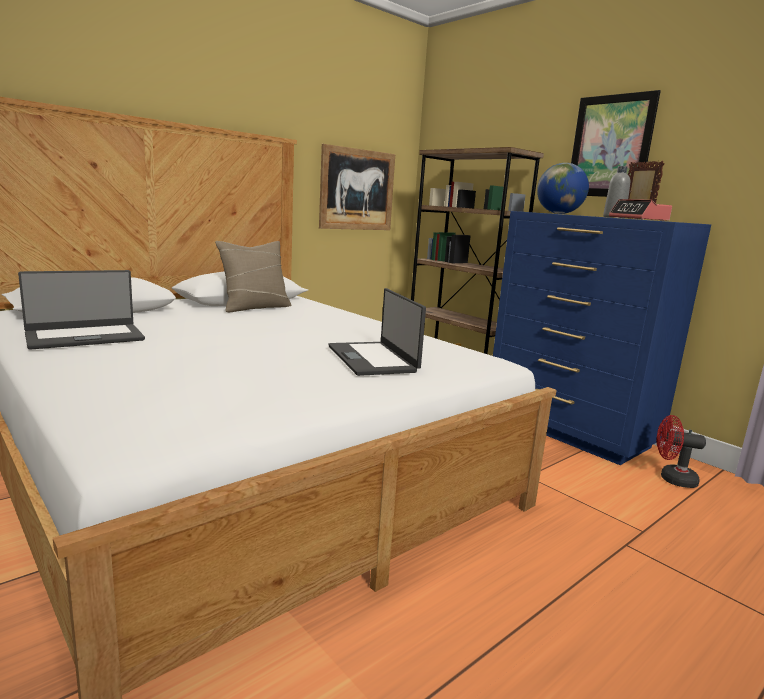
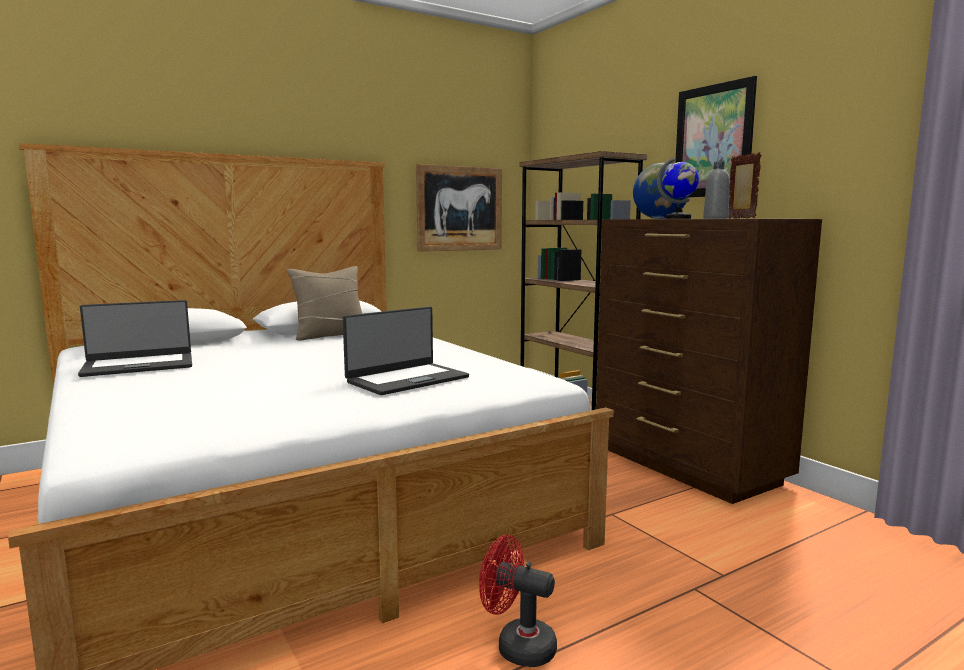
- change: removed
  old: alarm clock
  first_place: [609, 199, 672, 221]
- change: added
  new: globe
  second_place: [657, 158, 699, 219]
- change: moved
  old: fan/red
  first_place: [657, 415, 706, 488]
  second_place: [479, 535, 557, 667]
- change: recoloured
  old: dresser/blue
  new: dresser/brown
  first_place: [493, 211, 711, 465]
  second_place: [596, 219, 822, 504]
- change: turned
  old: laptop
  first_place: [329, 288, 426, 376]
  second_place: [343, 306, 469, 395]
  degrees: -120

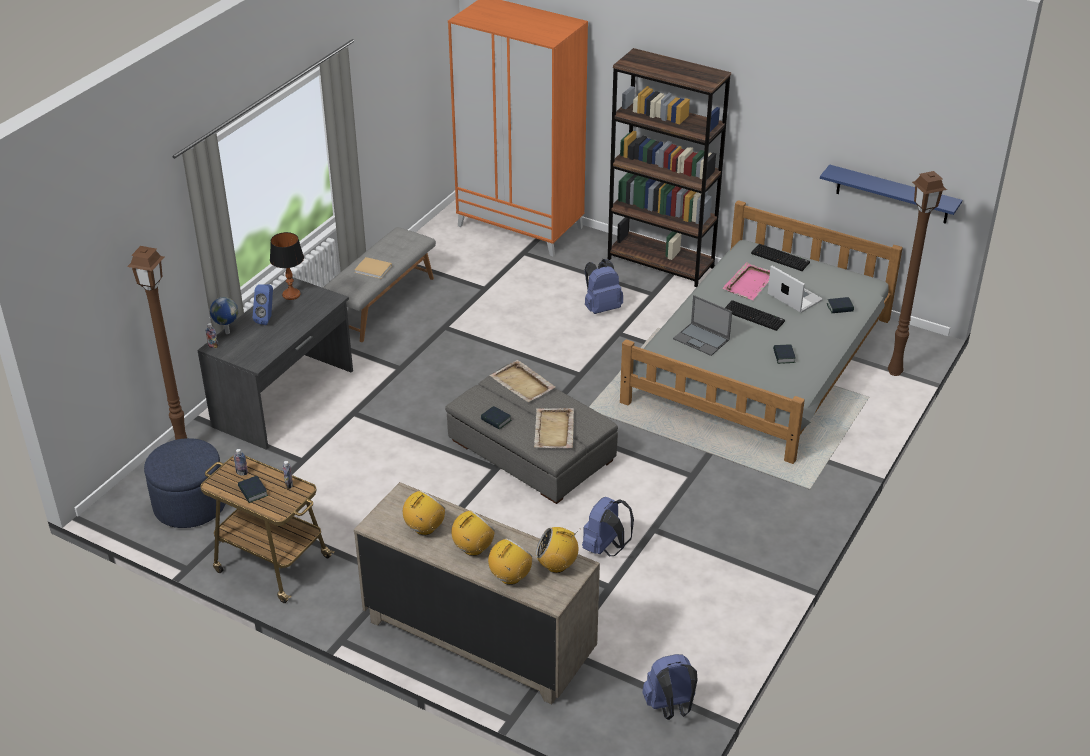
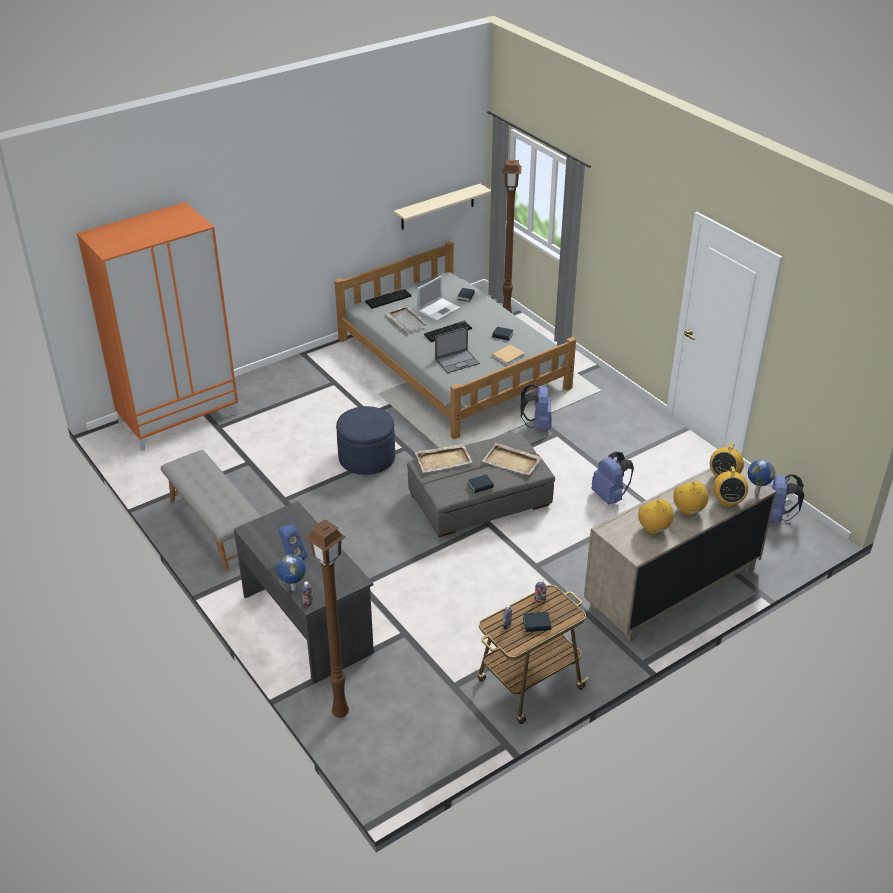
- change: removed
  old: table lamp
  first_place: [270, 232, 304, 300]
- change: removed
  old: bookcase/brown
  first_place: [608, 48, 731, 287]
- change: added
  new: globe
  second_place: [748, 460, 775, 494]
- change: moved
  old: ottoman/blue
  first_place: [144, 438, 225, 528]
  second_place: [336, 406, 395, 475]
- change: moved
  old: book/beige
  first_place: [354, 257, 392, 279]
  second_place: [492, 345, 525, 365]
- change: moved
  old: backpack/blue
  first_place: [585, 259, 623, 314]
  second_place: [520, 384, 552, 429]
- change: recoloured
  old: tray/pink
  new: tray/grey
  first_place: [722, 263, 770, 300]
  second_place: [385, 306, 431, 333]
- change: recoloured
  old: shelf/blue
  new: shelf/beige
  first_place: [820, 165, 962, 224]
  second_place: [394, 184, 491, 230]
- change: turned
  old: radio
  first_place: [488, 538, 532, 585]
  second_place: [713, 466, 748, 507]
  degrees: -150
- change: turned
  old: laptop
  first_place: [768, 266, 823, 313]
  second_place: [417, 276, 460, 321]
  degrees: 150

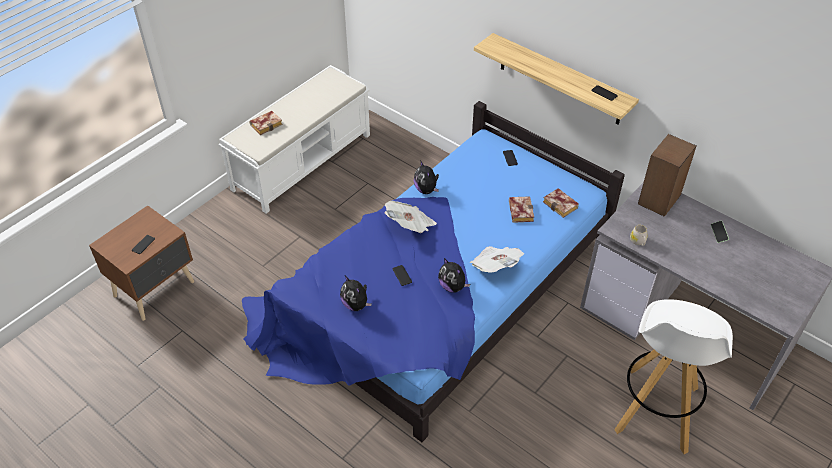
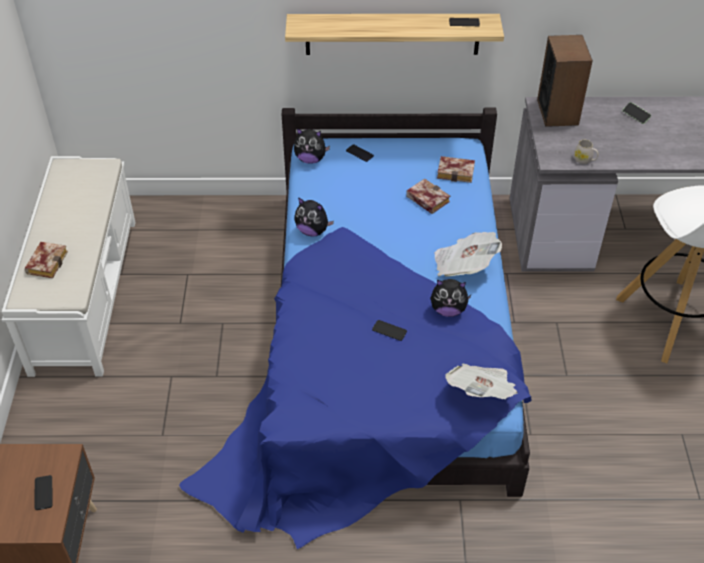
- change: moved
  old: plush toy
  first_place: [340, 276, 372, 311]
  second_place: [294, 128, 330, 164]
- change: moved
  old: newspaper
  first_place: [384, 200, 437, 233]
  second_place: [445, 364, 518, 399]

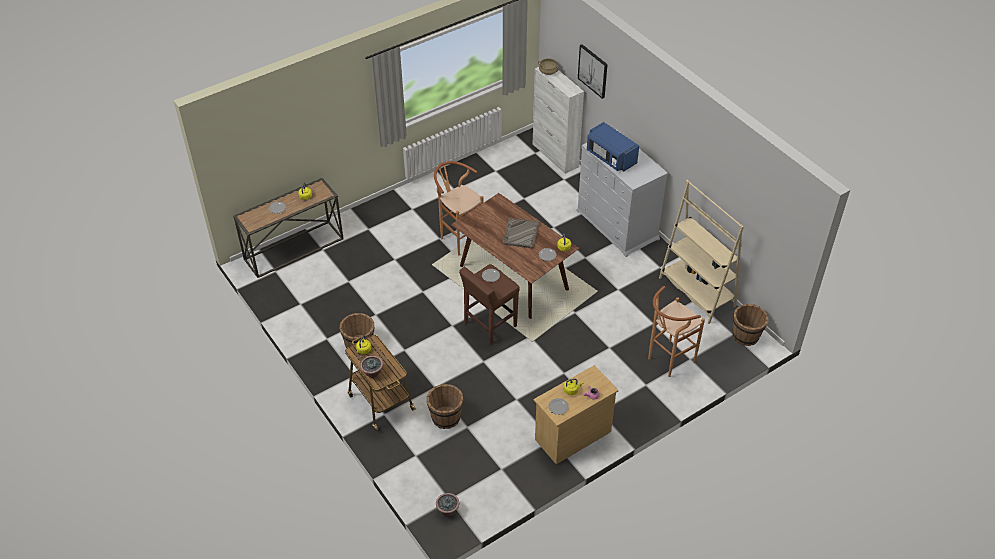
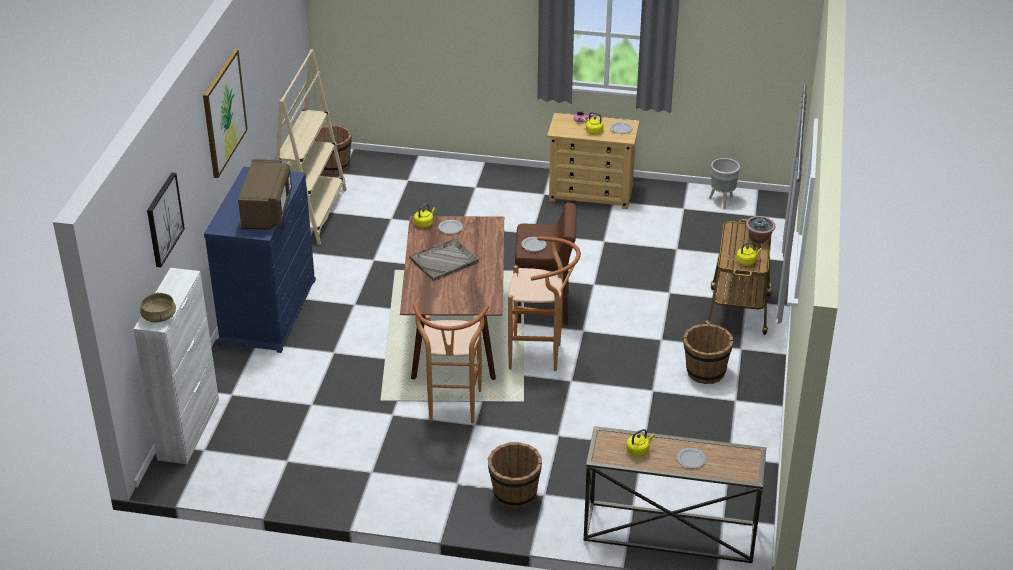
- change: removed
  old: potted plant
  first_place: [436, 493, 459, 516]
- change: added
  new: picture
  second_place: [203, 49, 248, 178]
- change: added
  new: planter/grey
  second_place: [709, 158, 740, 209]
- change: moved
  old: bucket/brown
  first_place: [427, 384, 463, 429]
  second_place: [488, 442, 542, 509]
- change: moved
  old: stool/brown
  first_place: [648, 286, 705, 377]
  second_place: [508, 236, 581, 371]
- change: recoloured
  old: dresser/white
  new: dresser/blue
  first_place: [576, 129, 668, 257]
  second_place: [204, 167, 316, 353]
- change: recoloured
  old: microwave/blue
  new: microwave/brown
  first_place: [587, 122, 639, 171]
  second_place: [238, 159, 292, 230]

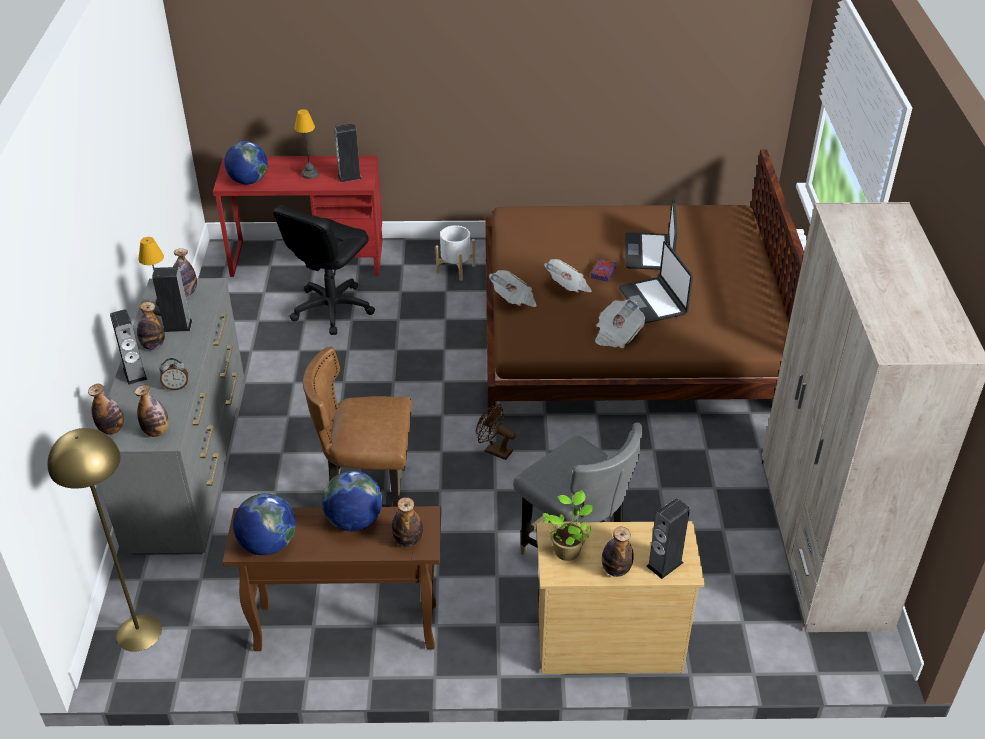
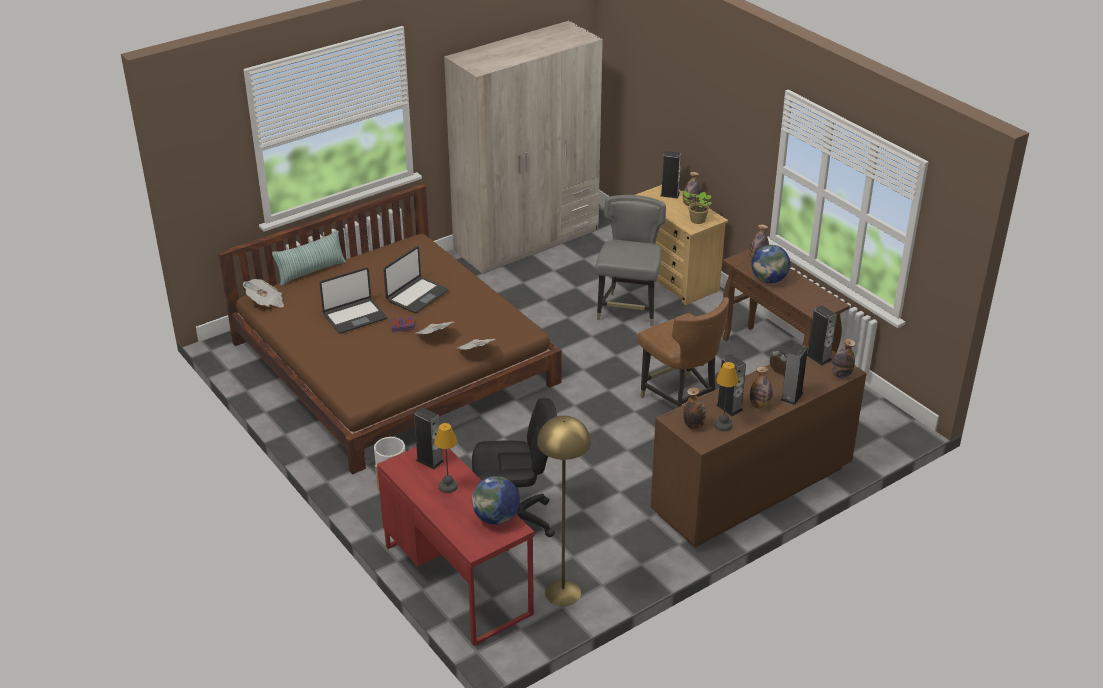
- change: removed
  old: globe
  first_place: [233, 493, 296, 555]
- change: removed
  old: fan/brown
  first_place: [476, 404, 516, 460]
- change: added
  new: pillow
  second_place: [272, 230, 346, 286]
- change: moved
  old: floor lamp/yellow
  first_place: [48, 428, 162, 652]
  second_place: [537, 415, 591, 606]
- change: moved
  old: newspaper
  first_place: [595, 299, 645, 348]
  second_place: [243, 279, 284, 308]
- change: replaced
  old: bottle
  new: speaker
  first_place: [135, 385, 169, 437]
  second_place: [807, 305, 837, 365]
- change: recoloured
  old: dresser/grey
  new: dresser/brown
  first_place: [97, 278, 244, 555]
  second_place: [651, 346, 867, 547]

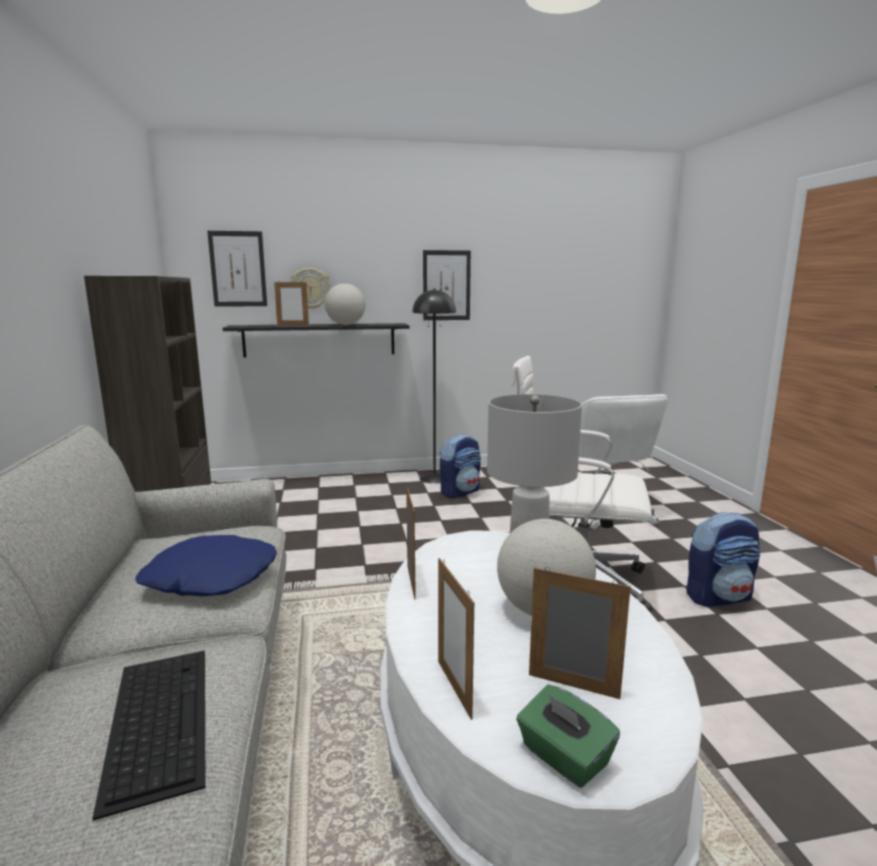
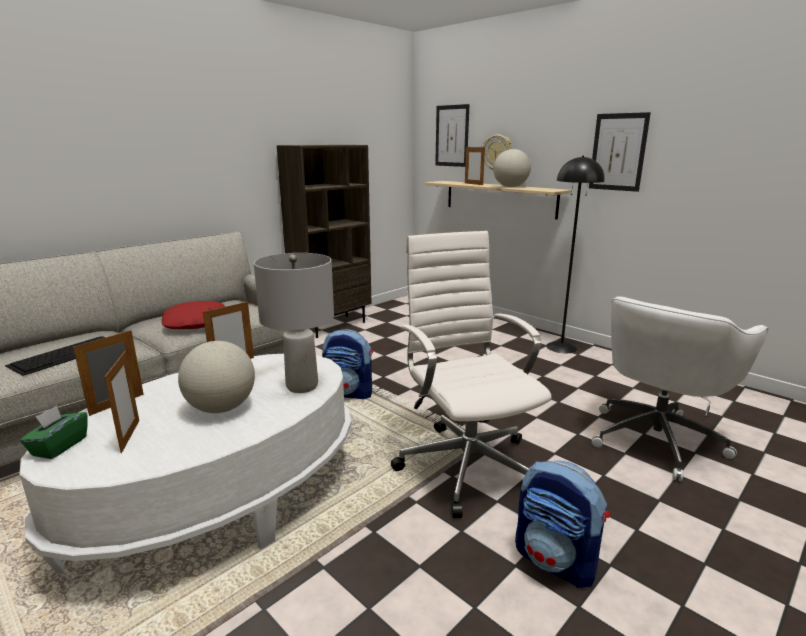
- change: moved
  old: backpack
  first_place: [440, 434, 481, 498]
  second_place: [322, 329, 373, 399]
- change: recoloured
  old: pillow/blue
  new: pillow/red
  first_place: [135, 535, 277, 597]
  second_place: [161, 301, 225, 329]
- change: recoloured
  old: shelf/black
  new: shelf/beige
  first_place: [223, 323, 409, 357]
  second_place: [425, 181, 571, 219]

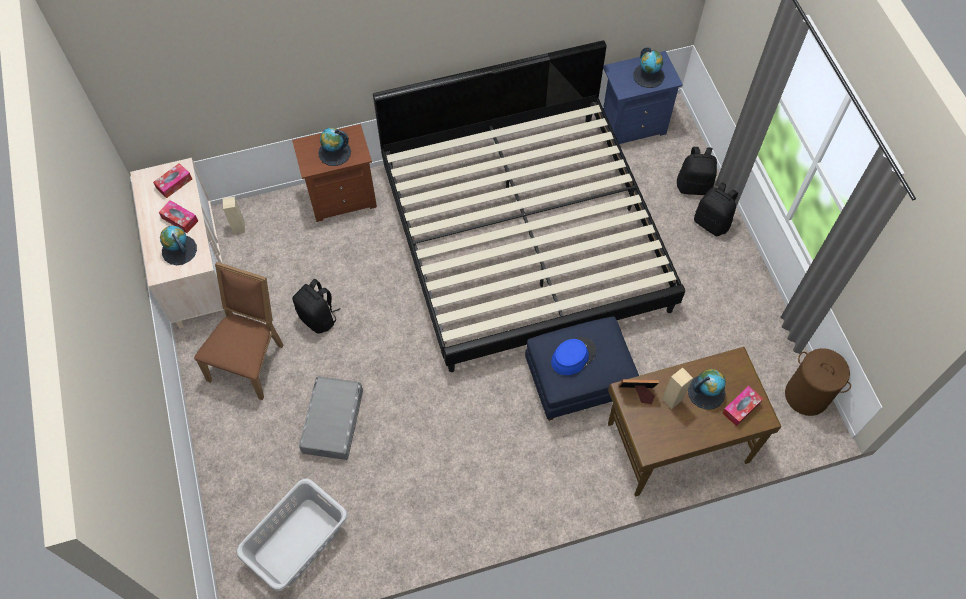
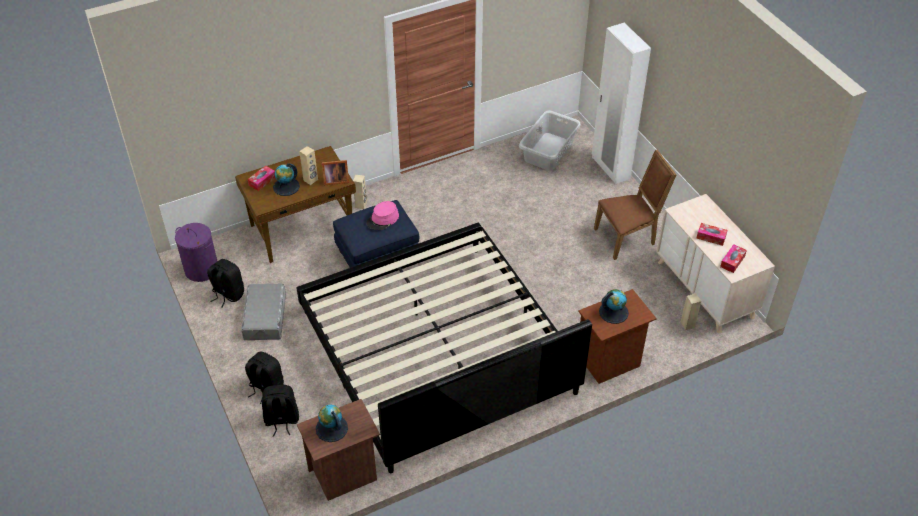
- change: removed
  old: globe
  first_place: [160, 226, 197, 265]
- change: added
  new: speaker/beige
  second_place: [353, 175, 367, 209]
- change: added
  new: wardrobe/white
  second_place: [592, 23, 651, 184]
- change: moved
  old: backpack/black
  first_place: [292, 279, 340, 334]
  second_place: [207, 259, 244, 308]
- change: moved
  old: storage box/grey
  first_place: [299, 376, 363, 460]
  second_place: [241, 284, 286, 340]
- change: recoloured
  old: hat/blue
  new: hat/pink
  first_place: [551, 337, 596, 375]
  second_place: [366, 201, 399, 230]
- change: recoloured
  old: nightstand/blue
  new: nightstand/brown
  first_place: [603, 51, 683, 144]
  second_place: [297, 399, 380, 501]
- change: recoloured
  old: laundry basket/brown
  new: laundry basket/purple
  first_place: [785, 348, 851, 416]
  second_place: [175, 223, 217, 282]
- change: turned
  old: chair/brown
  first_place: [194, 262, 283, 400]
  second_place: [594, 149, 676, 260]
  degrees: -120

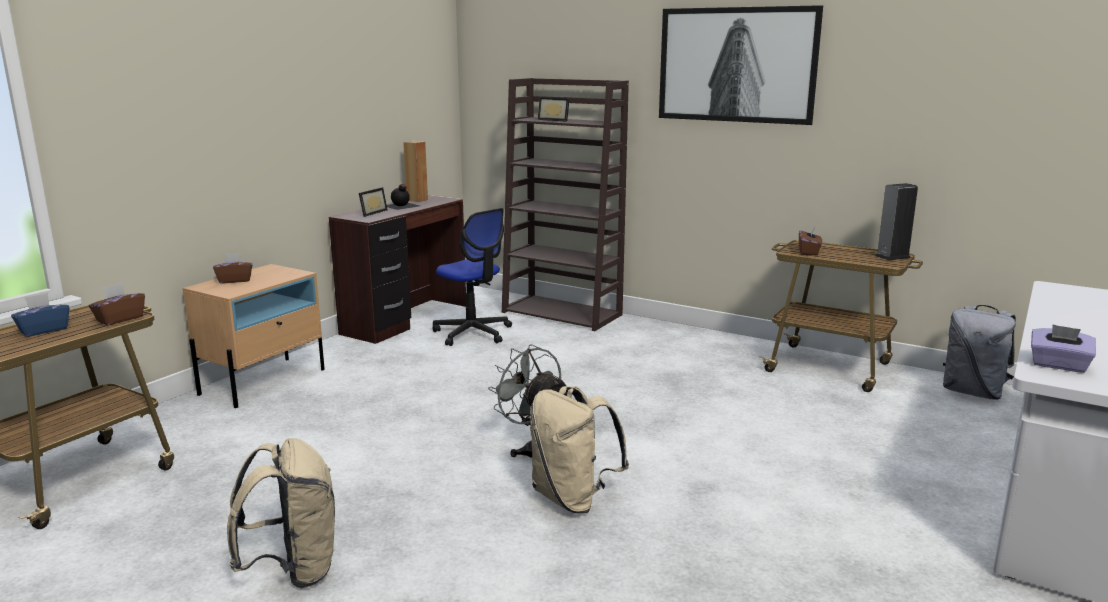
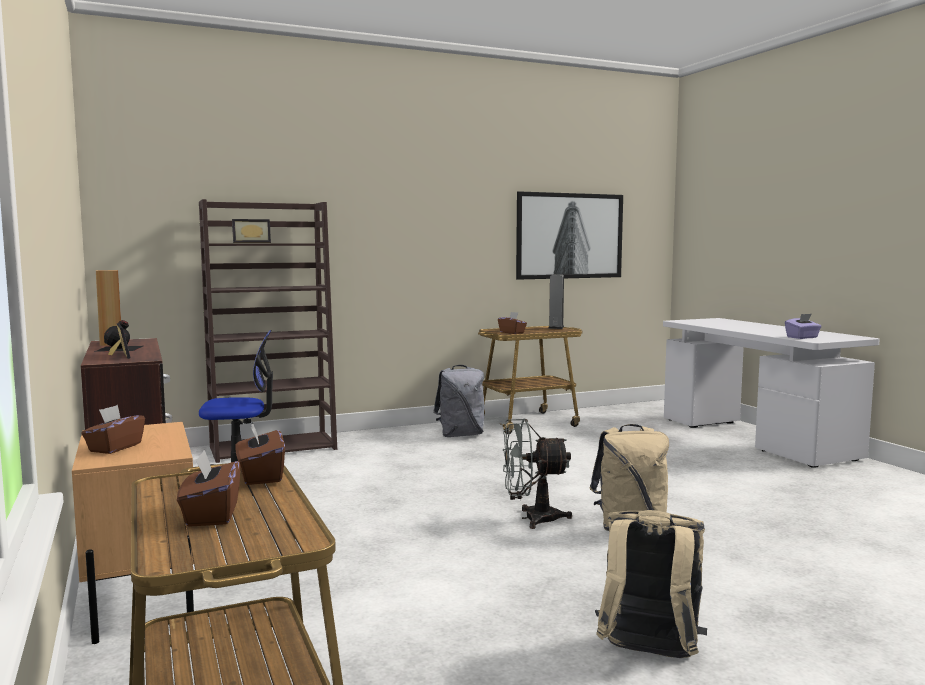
- change: moved
  old: picture
  first_place: [659, 5, 823, 125]
  second_place: [516, 191, 623, 280]
- change: moved
  old: backpack/grey
  first_place: [943, 305, 1016, 400]
  second_place: [433, 365, 484, 437]
- change: recoloured
  old: tissue box/blue
  new: tissue box/brown
  first_place: [11, 293, 69, 337]
  second_place: [177, 450, 241, 527]

